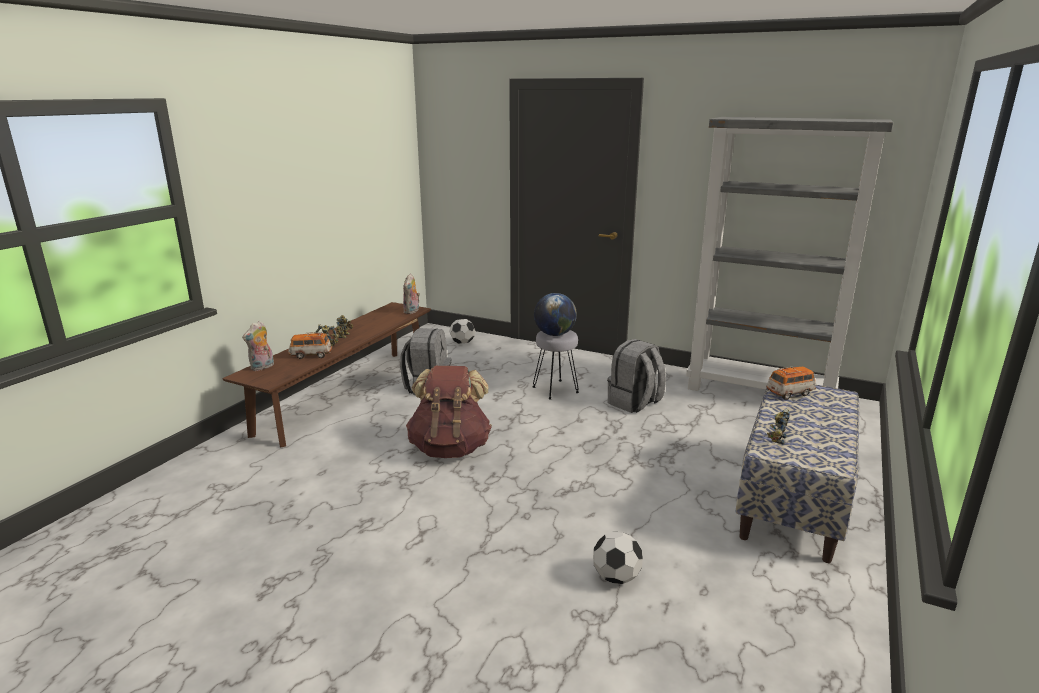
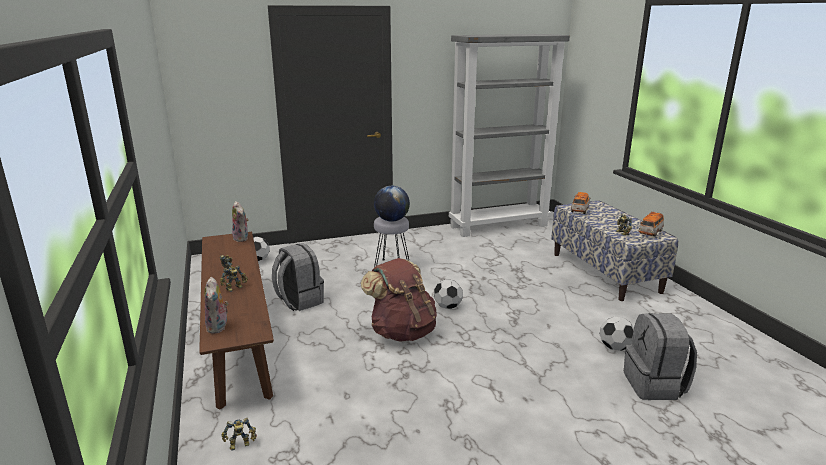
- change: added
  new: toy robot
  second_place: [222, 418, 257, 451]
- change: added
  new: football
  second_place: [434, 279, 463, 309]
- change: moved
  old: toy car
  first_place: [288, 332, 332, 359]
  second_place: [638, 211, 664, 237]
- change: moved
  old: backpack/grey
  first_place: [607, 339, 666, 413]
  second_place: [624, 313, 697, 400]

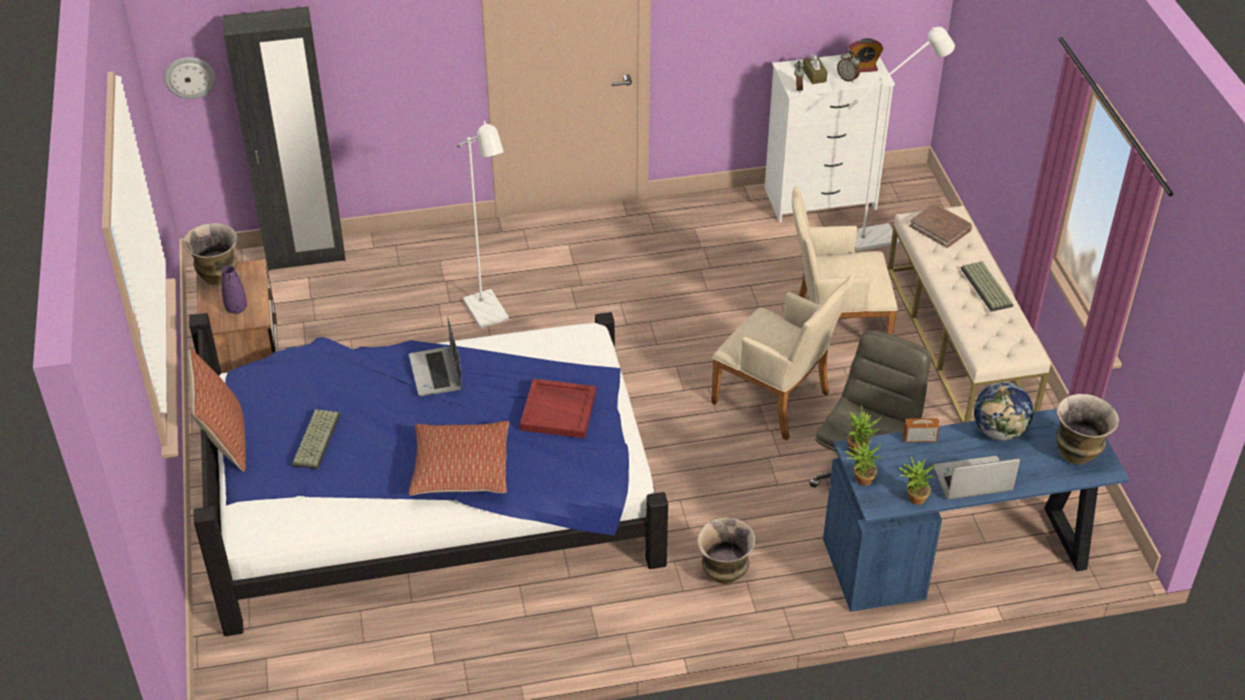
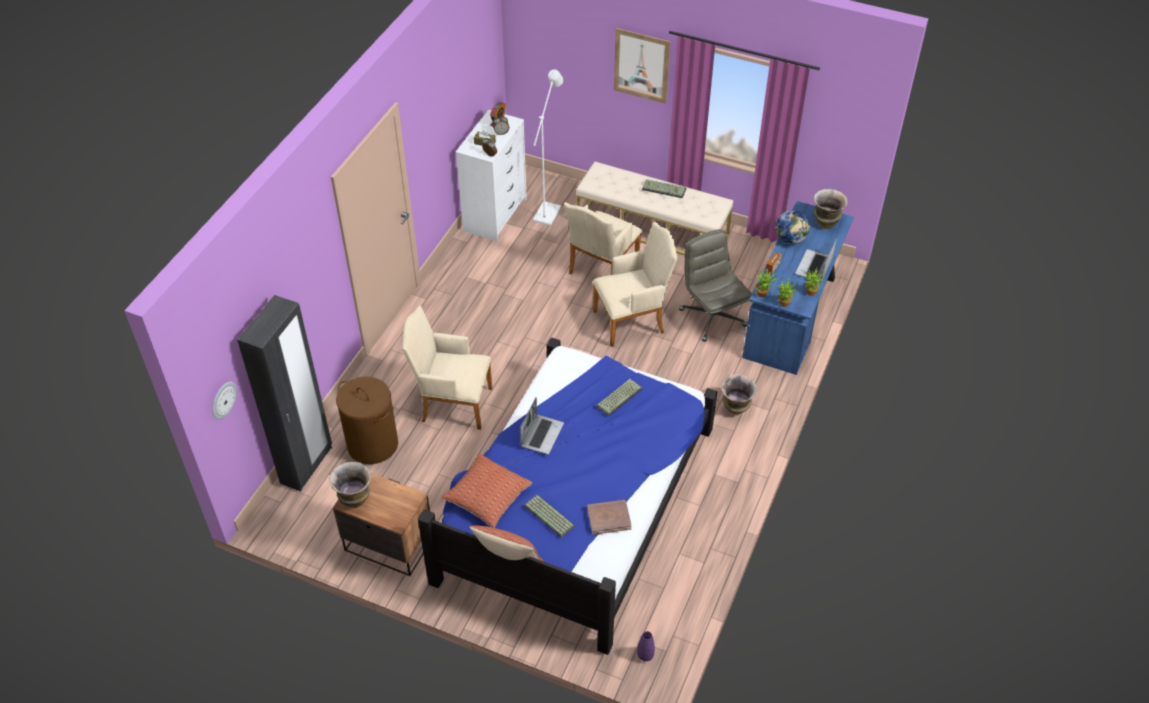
- change: added
  new: laundry basket/brown
  second_place: [336, 376, 398, 464]
- change: added
  new: picture
  second_place: [614, 28, 671, 104]
- change: moved
  old: vase/purple
  first_place: [222, 266, 247, 314]
  second_place: [637, 631, 655, 661]
- change: moved
  old: pillow
  first_place: [409, 421, 509, 495]
  second_place: [441, 453, 532, 528]
- change: moved
  old: book/brown
  first_place: [909, 203, 972, 248]
  second_place: [587, 500, 632, 535]
- change: replaced
  old: floor lamp/white
  new: armchair/beige
  first_place: [457, 121, 509, 329]
  second_place: [402, 306, 492, 430]
- change: replaced
  old: tray/red
  new: keyboard
  first_place: [520, 379, 596, 438]
  second_place: [596, 379, 643, 416]
- change: turned
  old: laptop
  first_place: [409, 317, 462, 396]
  second_place: [520, 397, 564, 455]
  degrees: -90

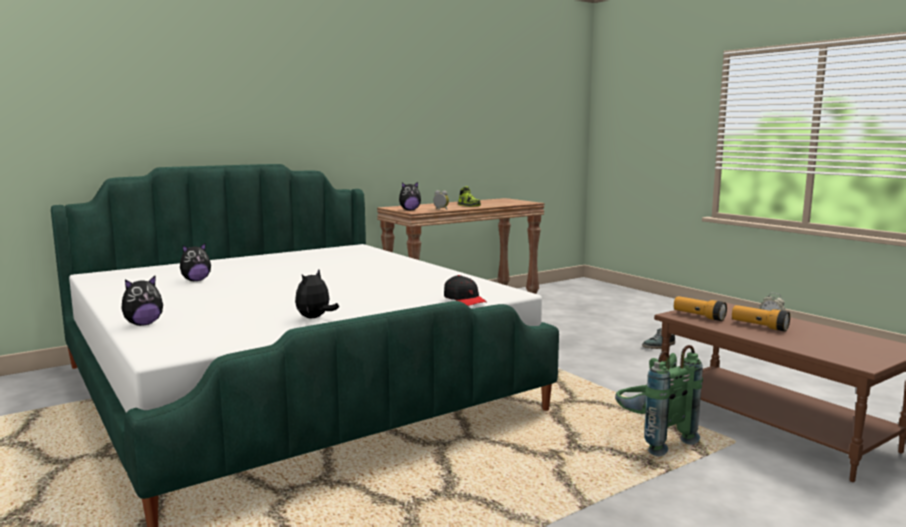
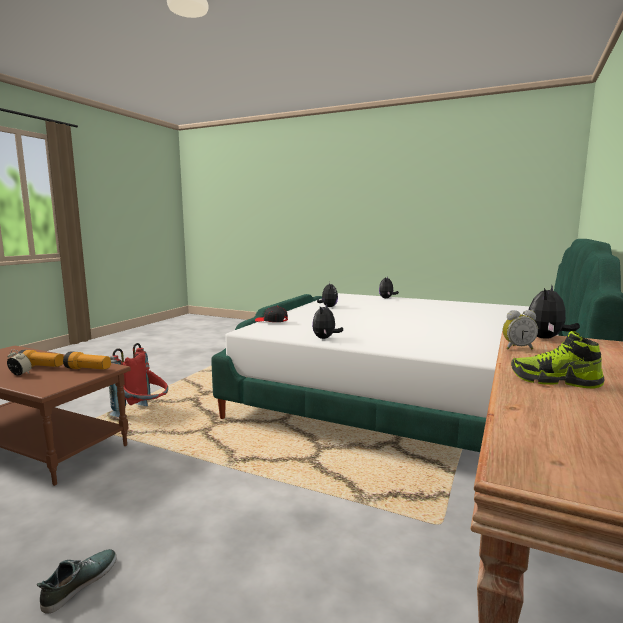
- change: moved
  old: plush toy
  first_place: [180, 243, 211, 281]
  second_place: [312, 303, 343, 339]
- change: recoloured
  old: backpack/green
  new: backpack/red
  first_place: [615, 345, 703, 456]
  second_place: [109, 343, 168, 417]

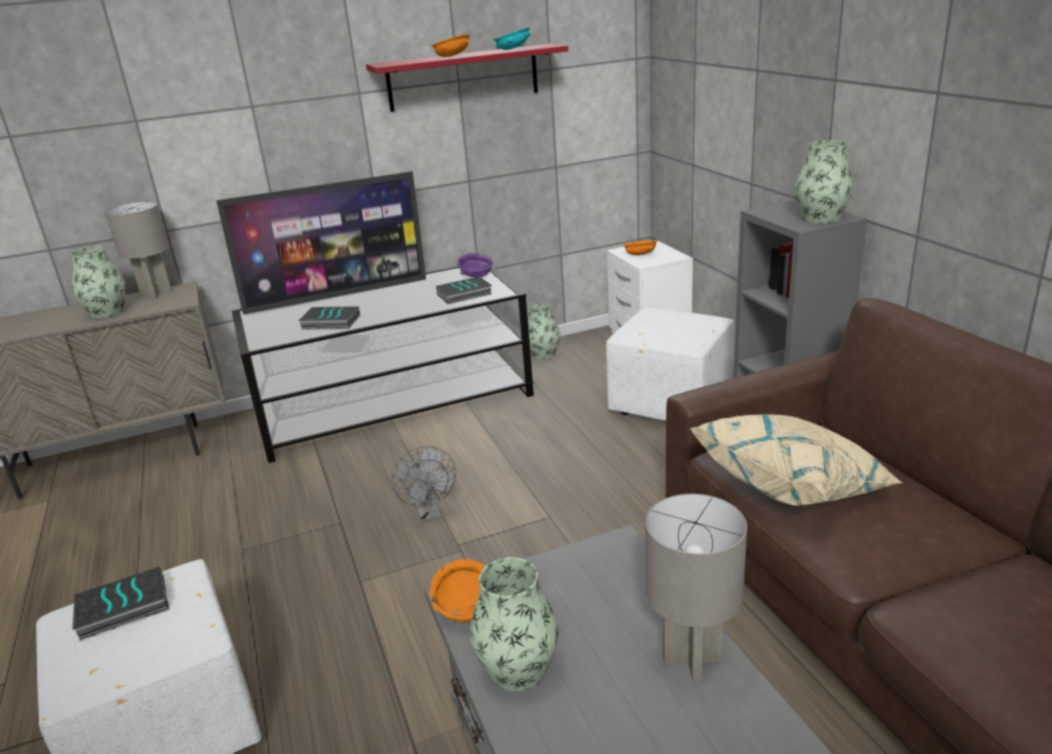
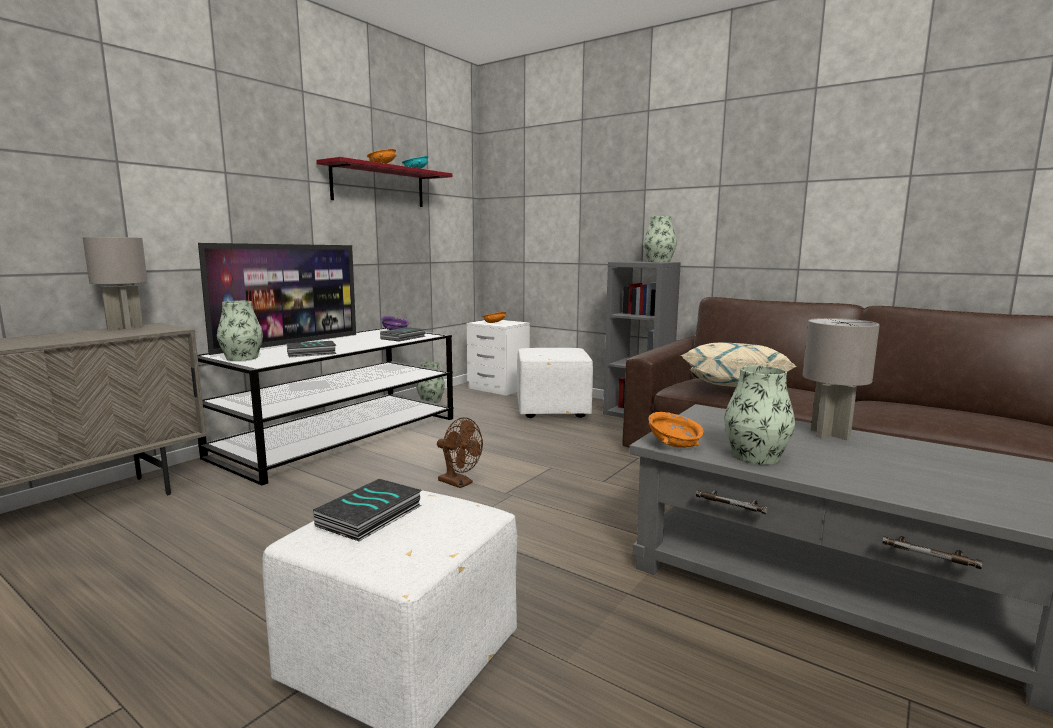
- change: moved
  old: vase
  first_place: [70, 246, 126, 319]
  second_place: [217, 301, 263, 361]
- change: recoloured
  old: fan/grey
  new: fan/brown
  first_place: [392, 446, 456, 523]
  second_place: [437, 417, 483, 488]

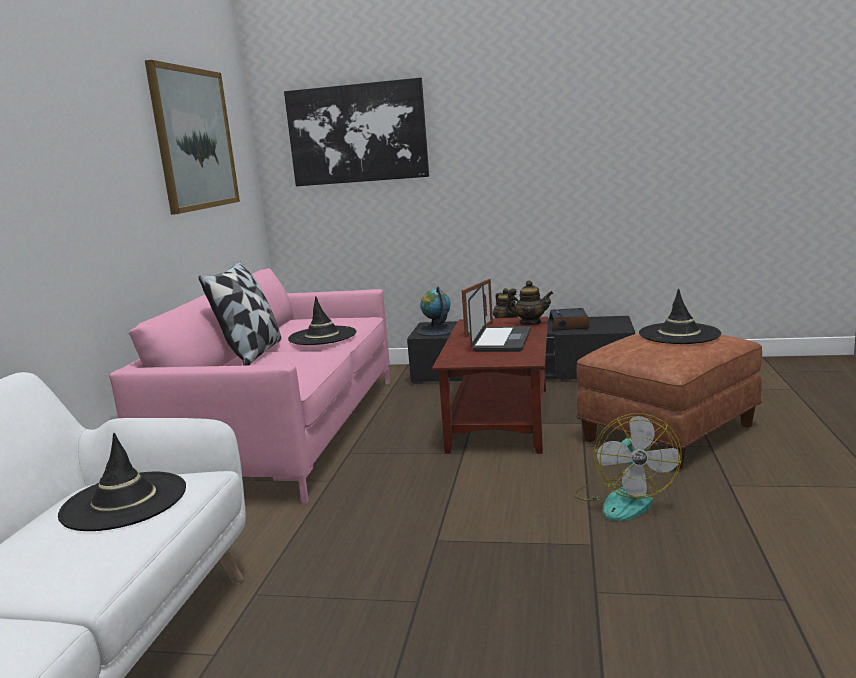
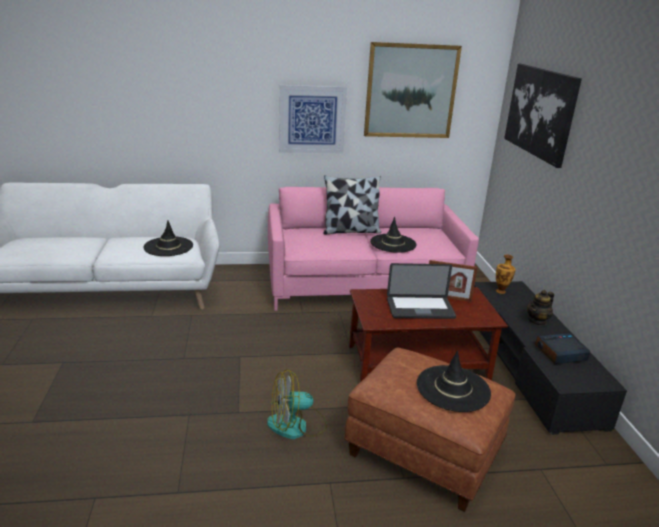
- change: removed
  old: teapot
  first_place: [505, 280, 553, 325]
- change: added
  new: picture
  second_place: [279, 85, 347, 153]
- change: replaced
  old: globe
  new: vase
  first_place: [417, 287, 455, 336]
  second_place: [496, 254, 516, 294]

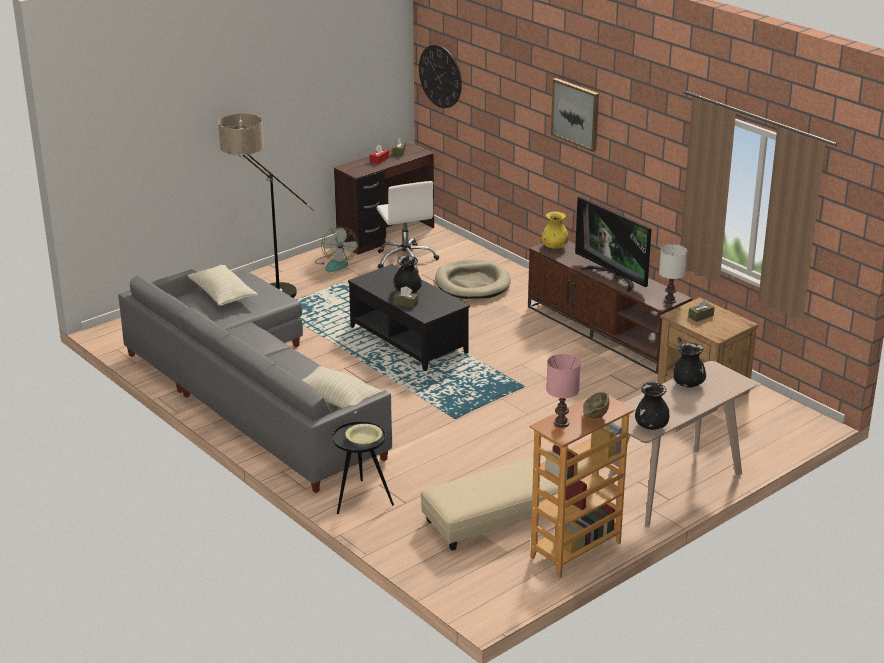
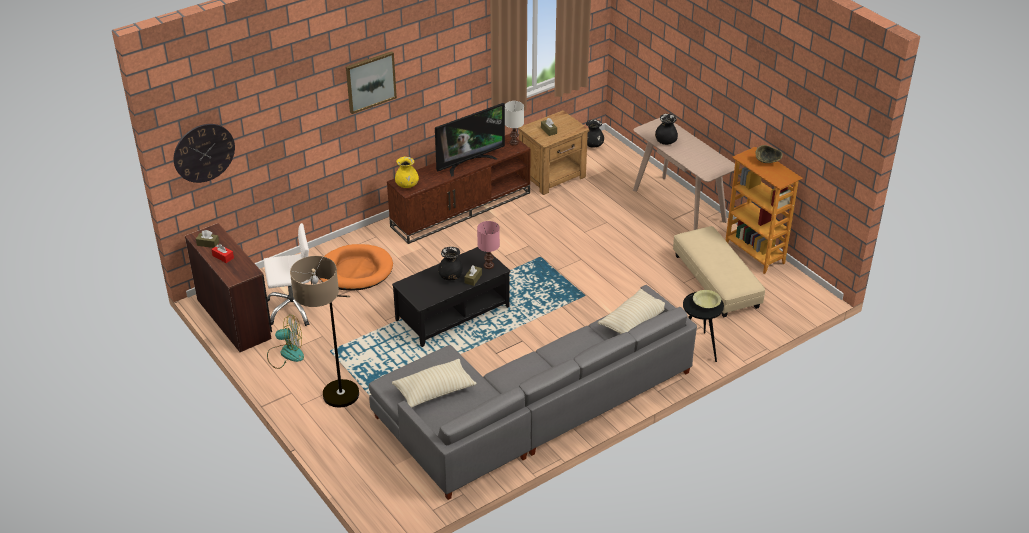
- change: moved
  old: table lamp/pink
  first_place: [546, 354, 581, 428]
  second_place: [477, 221, 500, 269]
- change: moved
  old: vase/black
  first_place: [635, 382, 670, 430]
  second_place: [586, 119, 604, 148]
- change: recoloured
  old: dog bed/beige
  new: dog bed/orange
  first_place: [435, 259, 511, 299]
  second_place: [319, 244, 393, 291]

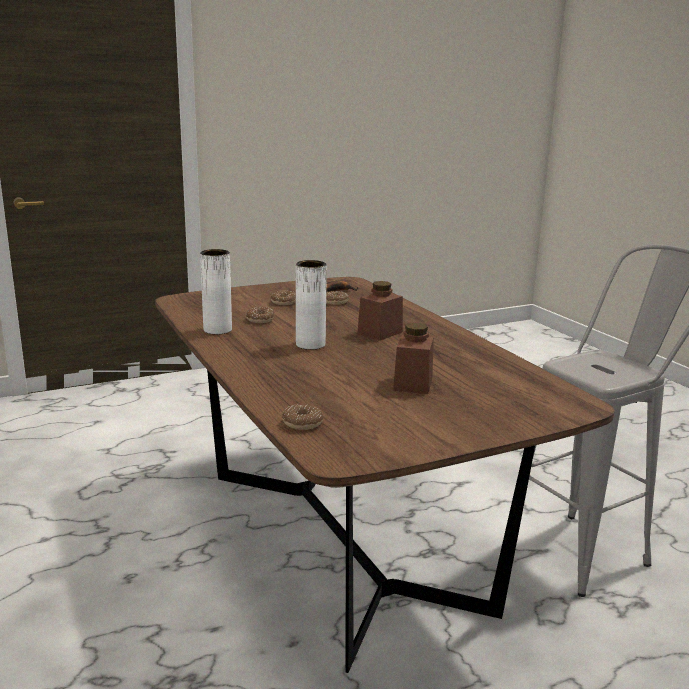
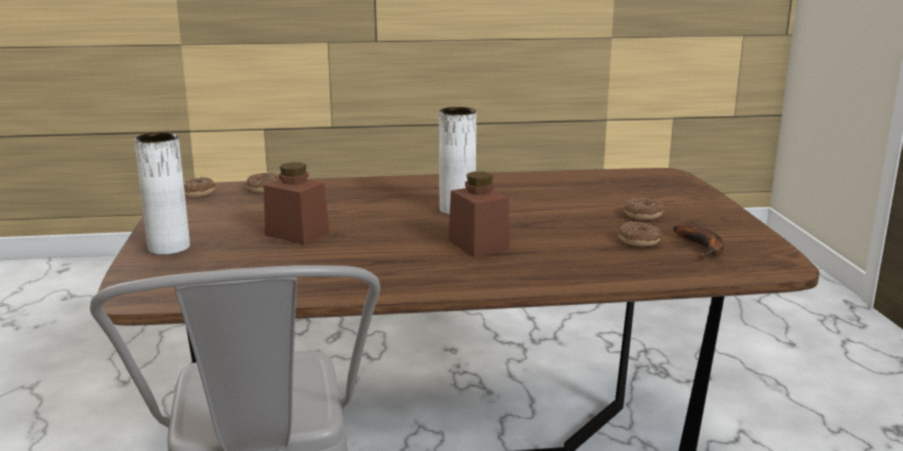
- change: moved
  old: vase/white
  first_place: [200, 249, 232, 334]
  second_place: [134, 132, 190, 255]
- change: moved
  old: donut
  first_place: [246, 307, 275, 323]
  second_place: [183, 177, 215, 197]

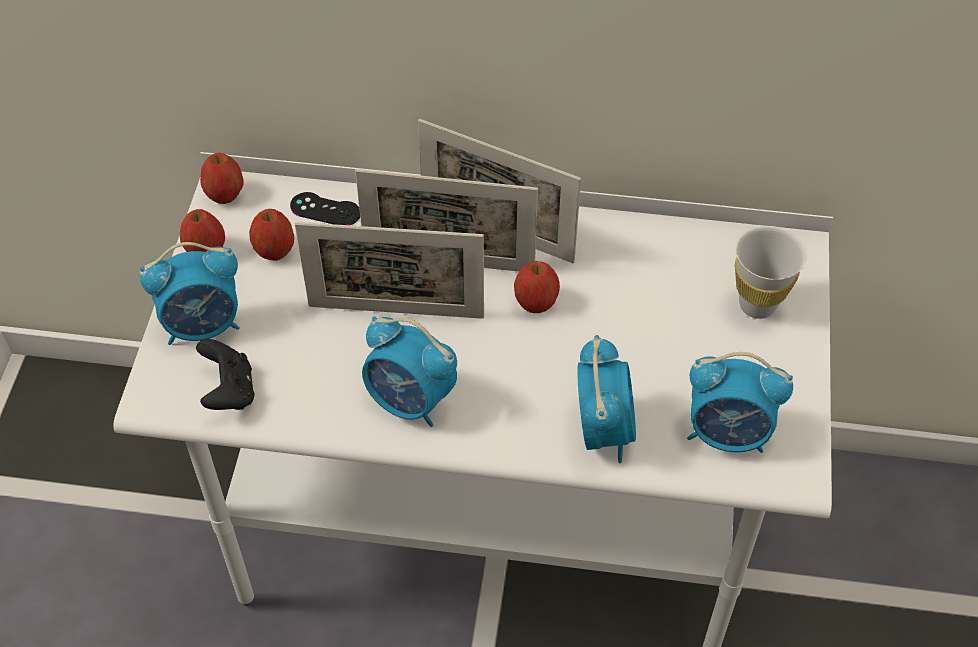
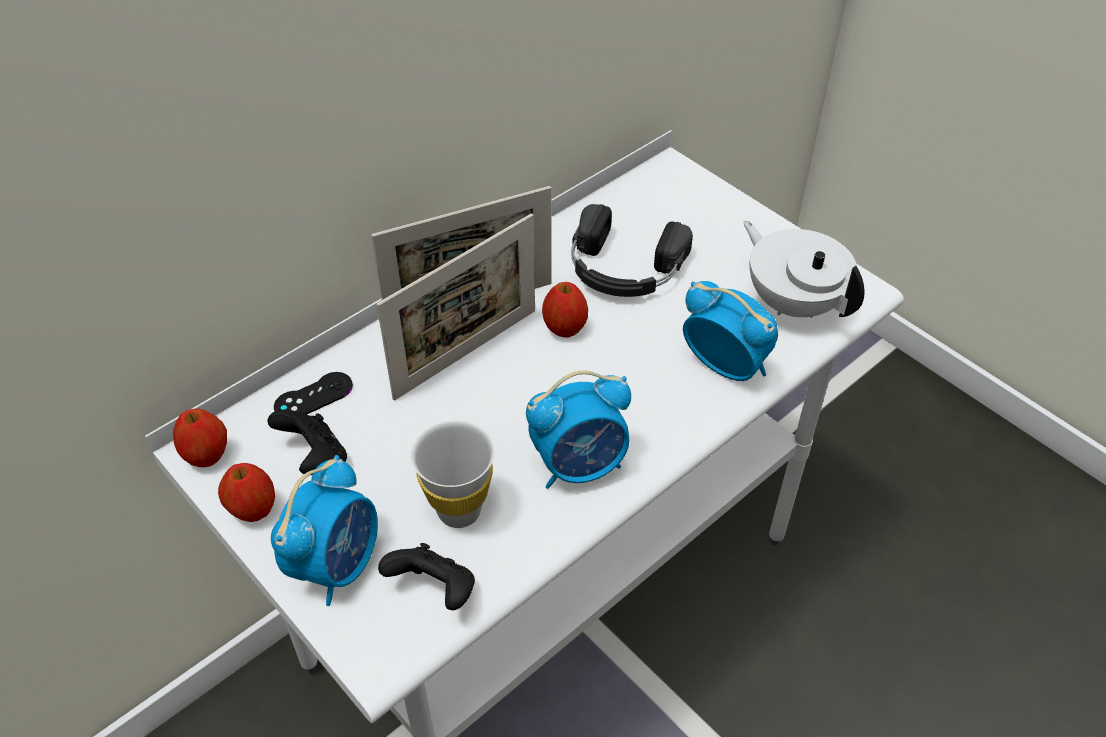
- change: removed
  old: picture frame
  first_place: [295, 222, 484, 319]
- change: added
  new: headphones/black
  second_place: [571, 204, 693, 297]
- change: moved
  old: cup/white
  first_place: [735, 226, 806, 319]
  second_place: [411, 420, 495, 528]
- change: replaced
  old: apple
  new: game controller/black
  first_place: [249, 209, 294, 261]
  second_place: [267, 410, 347, 475]
- change: replaced
  old: alarm clock
  new: teapot/white
  first_place: [687, 352, 793, 453]
  second_place: [743, 221, 865, 318]

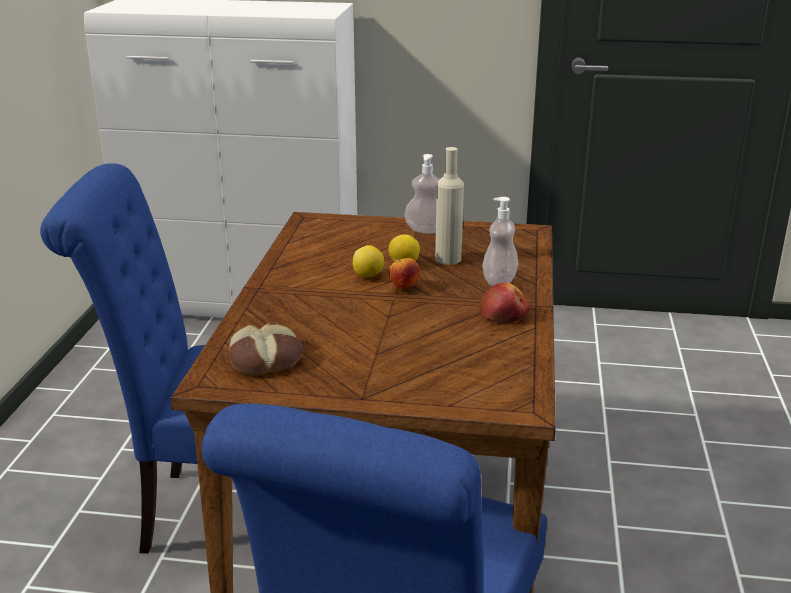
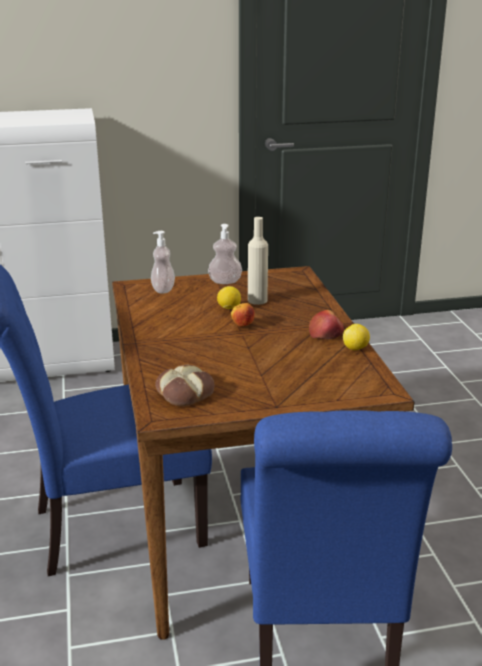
- change: moved
  old: lemon
  first_place: [353, 245, 384, 278]
  second_place: [343, 324, 370, 350]
- change: moved
  old: soap dispenser
  first_place: [482, 197, 519, 286]
  second_place: [151, 231, 175, 294]

